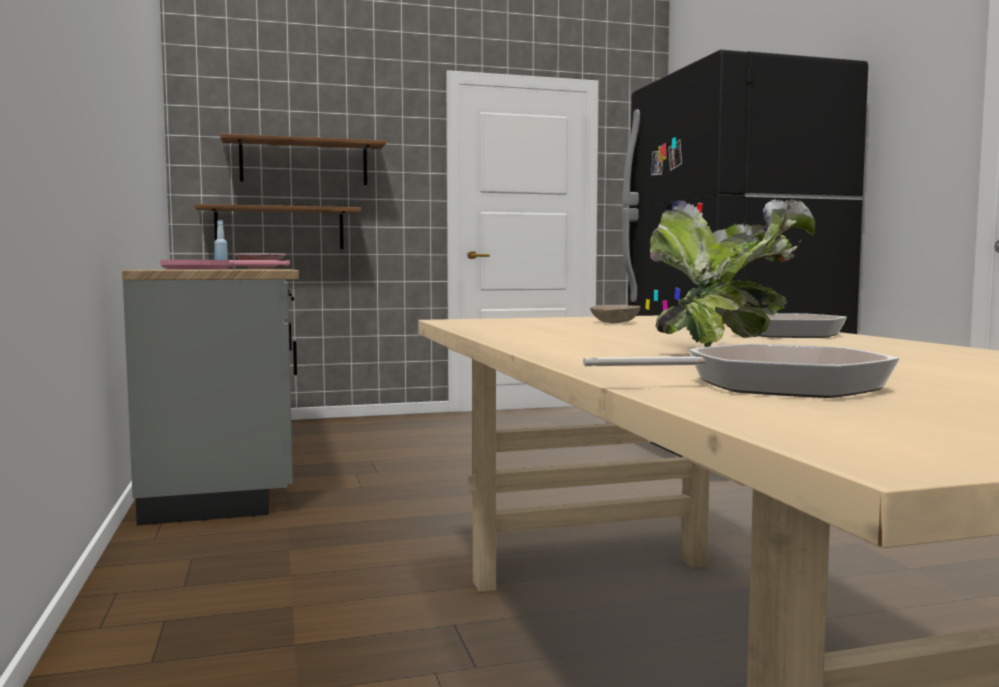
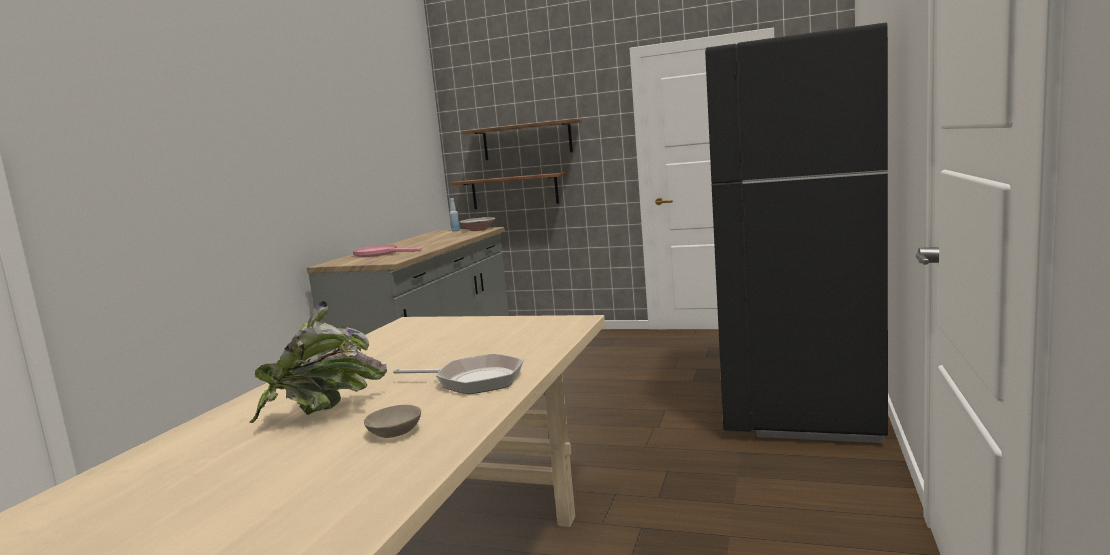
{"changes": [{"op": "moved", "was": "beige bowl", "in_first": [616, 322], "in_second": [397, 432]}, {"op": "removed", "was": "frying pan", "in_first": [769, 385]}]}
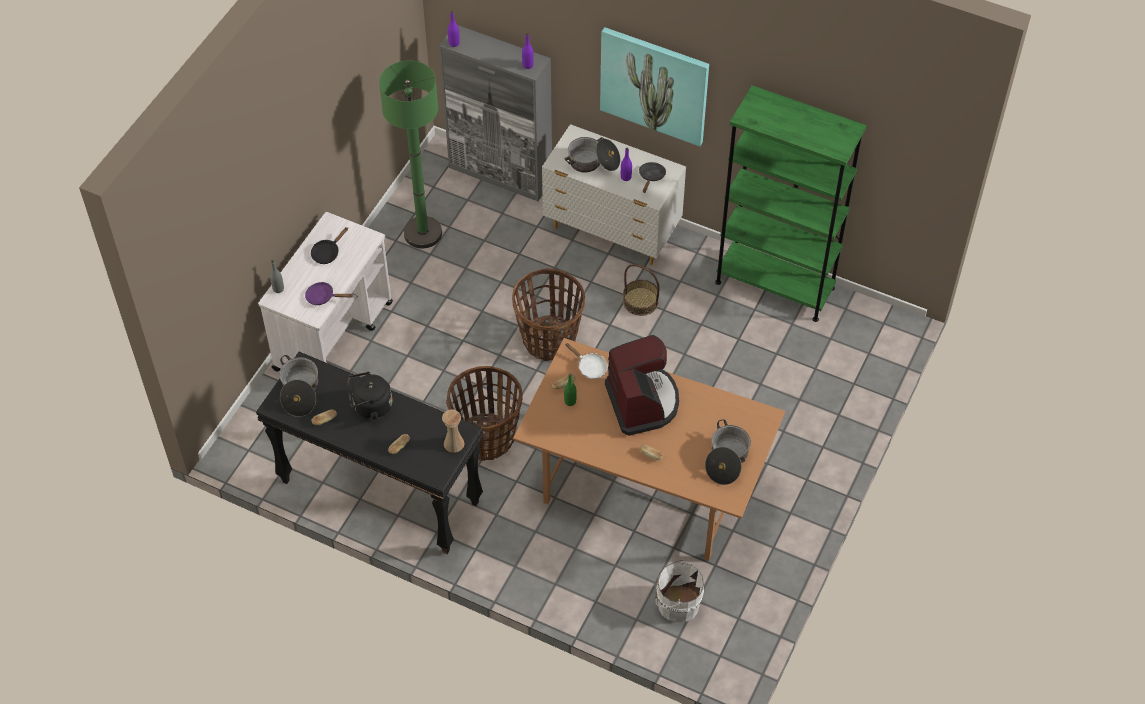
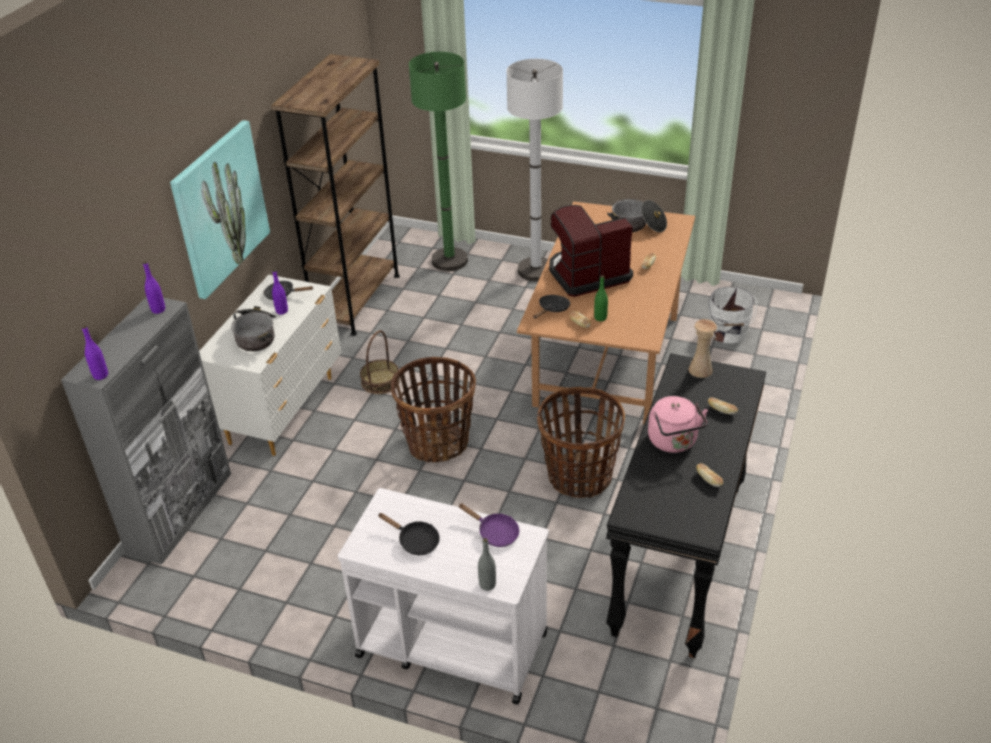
{"changes": [{"op": "recoloured", "was": "green bookcase", "now": "brown bookcase", "in_first": [774, 285], "in_second": [356, 300]}, {"op": "moved", "was": "green floor lamp", "in_first": [423, 233], "in_second": [449, 260]}, {"op": "turned", "was": "purple frying pan", "in_first": [323, 297], "in_second": [495, 533], "clockwise": -60}, {"op": "added", "now": "white floor lamp", "in_second": [536, 270]}, {"op": "recoloured", "was": "white frying pan", "now": "black frying pan", "in_first": [590, 367], "in_second": [552, 309]}, {"op": "recoloured", "was": "black kettle", "now": "pink kettle", "in_first": [370, 407], "in_second": [674, 442]}, {"op": "removed", "was": "cooking pot", "in_first": [300, 392]}]}
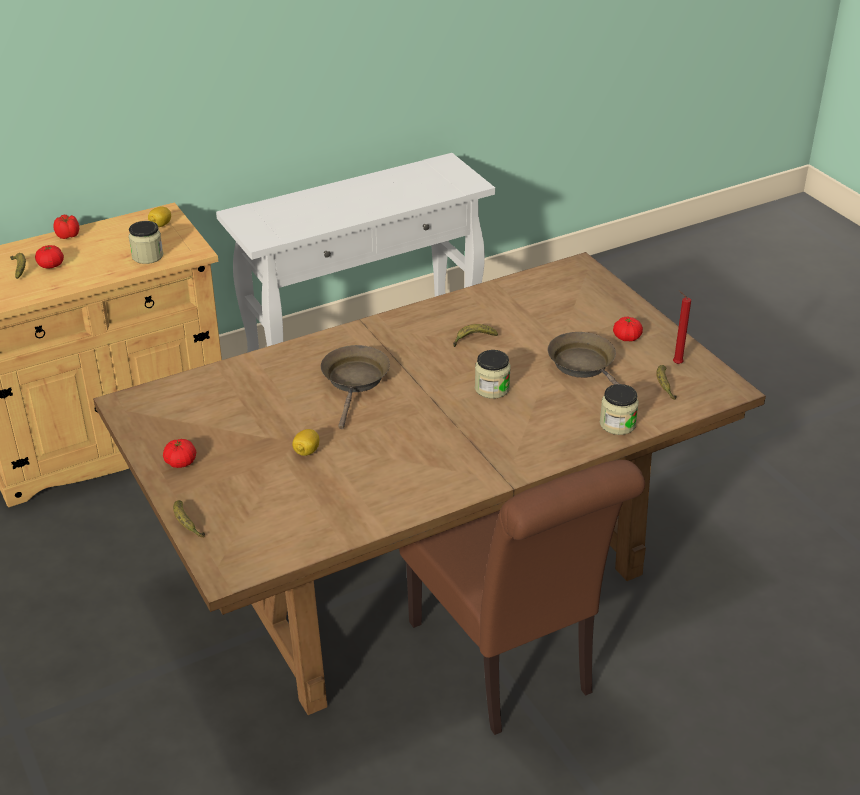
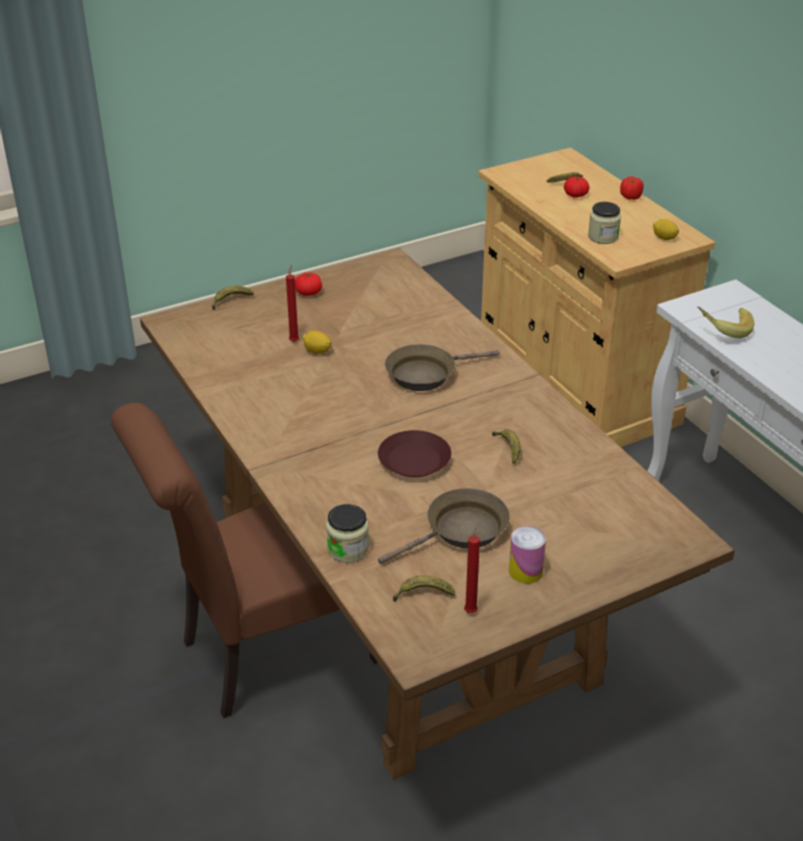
{"changes": [{"op": "added", "now": "red candle", "in_second": [294, 340]}, {"op": "replaced", "was": "jar", "now": "brown plate", "in_first": [492, 388], "in_second": [415, 460]}, {"op": "turned", "was": "brown frying pan", "in_first": [355, 381], "in_second": [426, 374], "clockwise": 150}, {"op": "replaced", "was": "tomato", "now": "can", "in_first": [626, 338], "in_second": [525, 571]}, {"op": "added", "now": "banana", "in_second": [722, 330]}]}
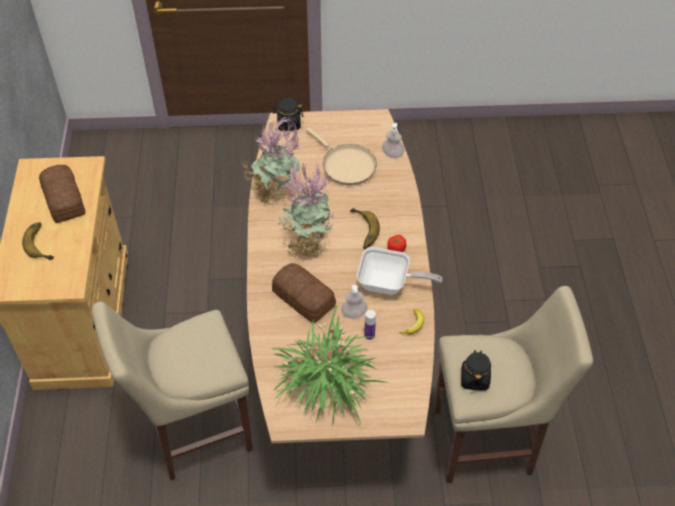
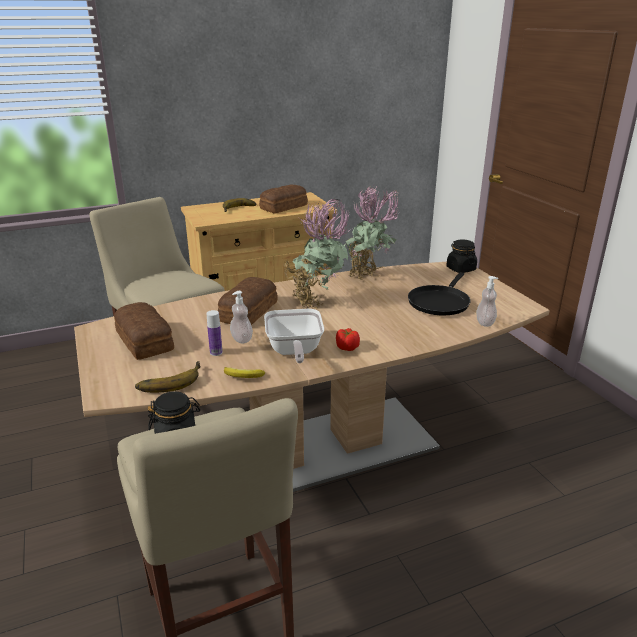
{"changes": [{"op": "replaced", "was": "potted plant", "now": "bread", "in_first": [326, 383], "in_second": [145, 340]}, {"op": "moved", "was": "banana", "in_first": [361, 230], "in_second": [169, 380]}, {"op": "recoloured", "was": "beige frying pan", "now": "black frying pan", "in_first": [346, 165], "in_second": [439, 302]}]}
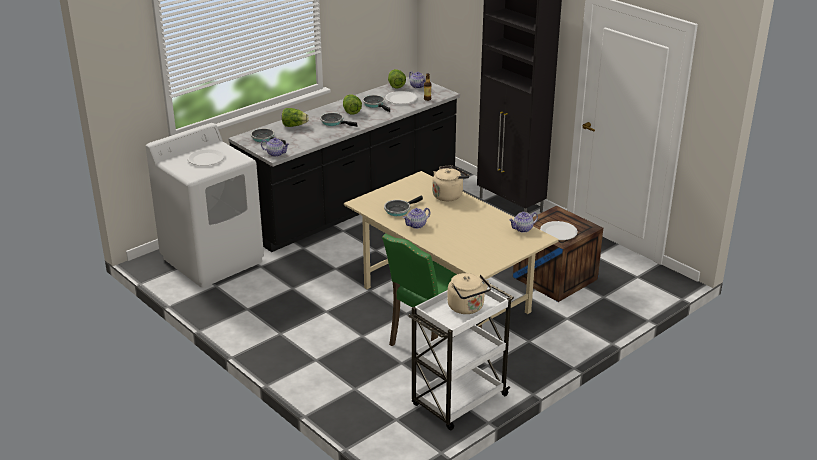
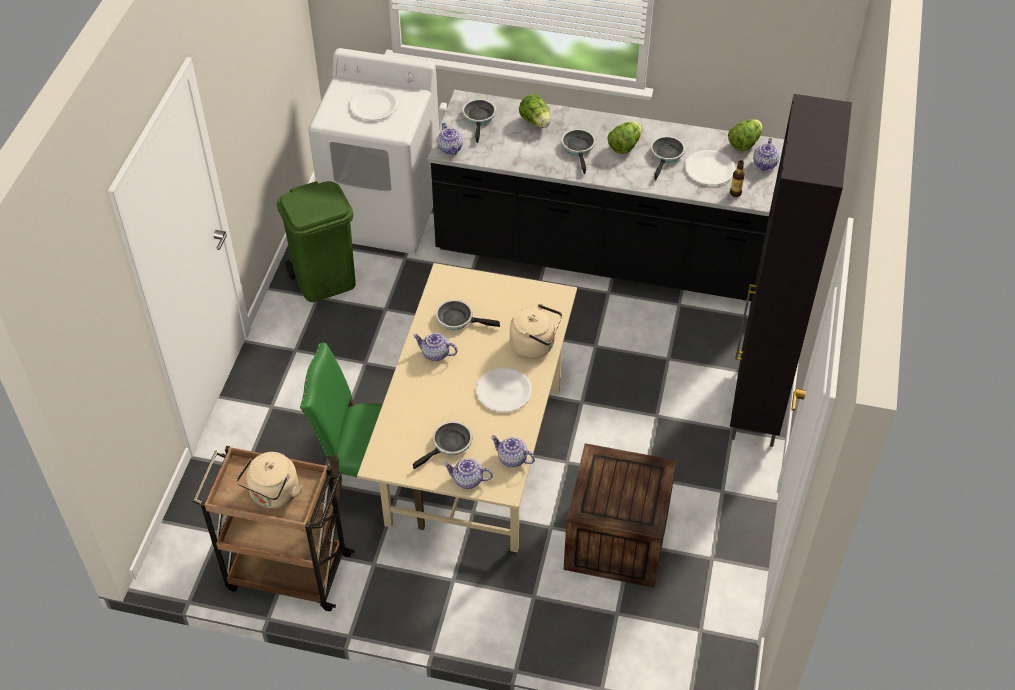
{"changes": [{"op": "recoloured", "was": "white cart", "now": "brown cart", "in_first": [458, 401], "in_second": [286, 571]}, {"op": "added", "now": "green trash can", "in_second": [325, 280]}, {"op": "added", "now": "frying pan", "in_second": [449, 445]}, {"op": "added", "now": "teapot", "in_second": [467, 480]}, {"op": "moved", "was": "white plate", "in_first": [558, 232], "in_second": [504, 391]}]}
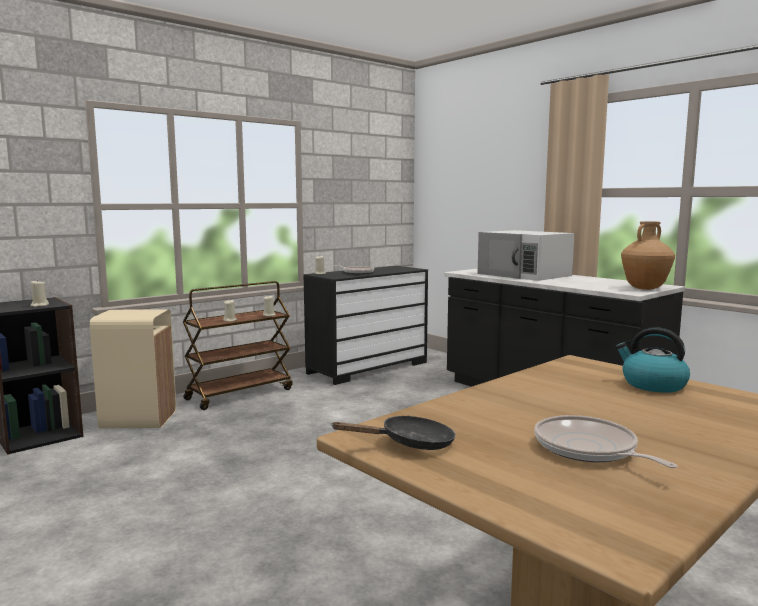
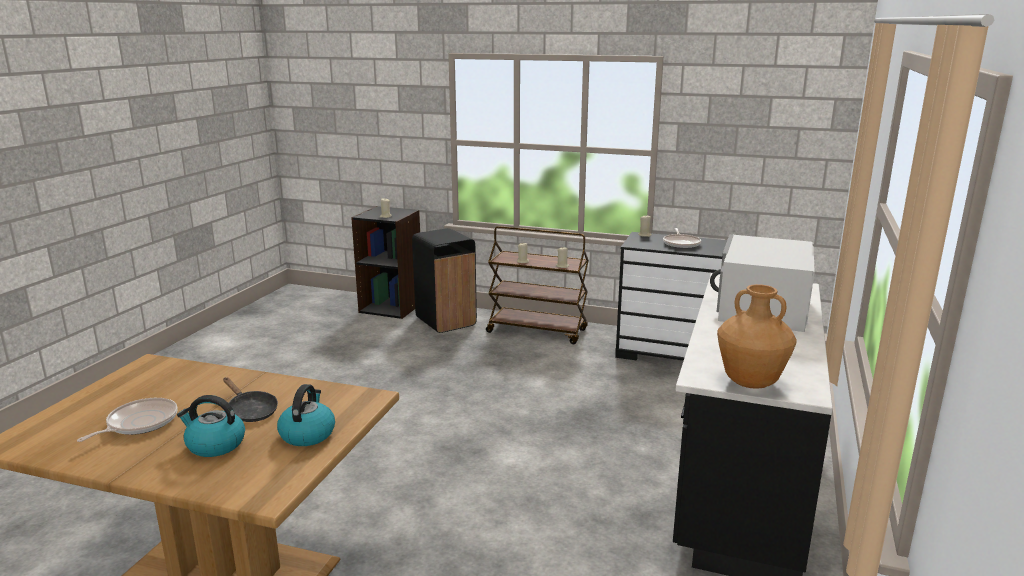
{"changes": [{"op": "added", "now": "kettle", "in_second": [215, 445]}, {"op": "moved", "was": "black frying pan", "in_first": [410, 444], "in_second": [250, 411]}, {"op": "recoloured", "was": "beige trash can", "now": "black trash can", "in_first": [139, 420], "in_second": [445, 321]}]}
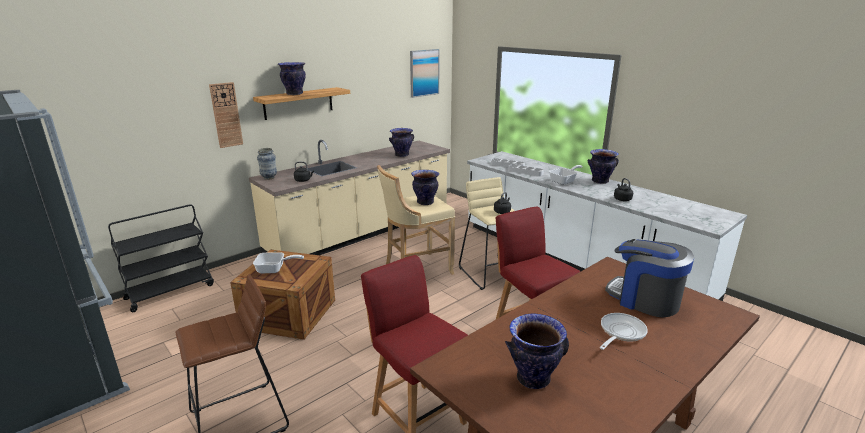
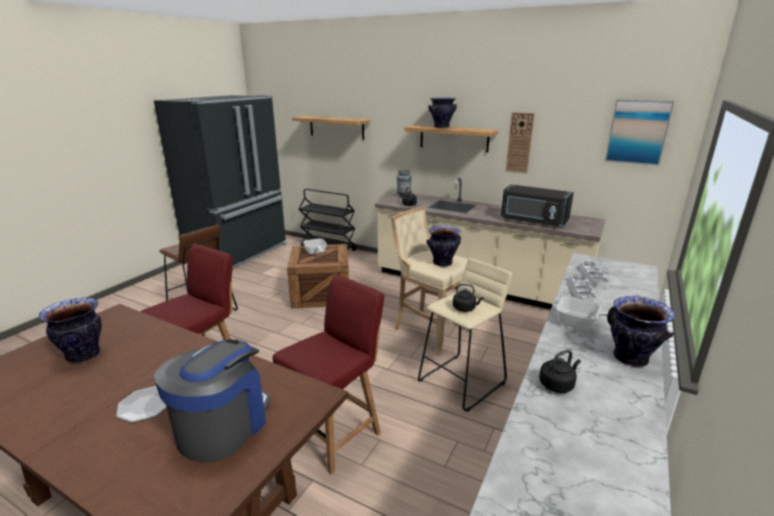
{"changes": [{"op": "replaced", "was": "frying pan", "now": "plate", "in_first": [620, 332], "in_second": [145, 405]}, {"op": "added", "now": "shelf", "in_second": [336, 127]}, {"op": "replaced", "was": "vase", "now": "black microwave", "in_first": [402, 155], "in_second": [533, 221]}, {"op": "moved", "was": "wall clock", "in_first": [226, 115], "in_second": [519, 143]}]}
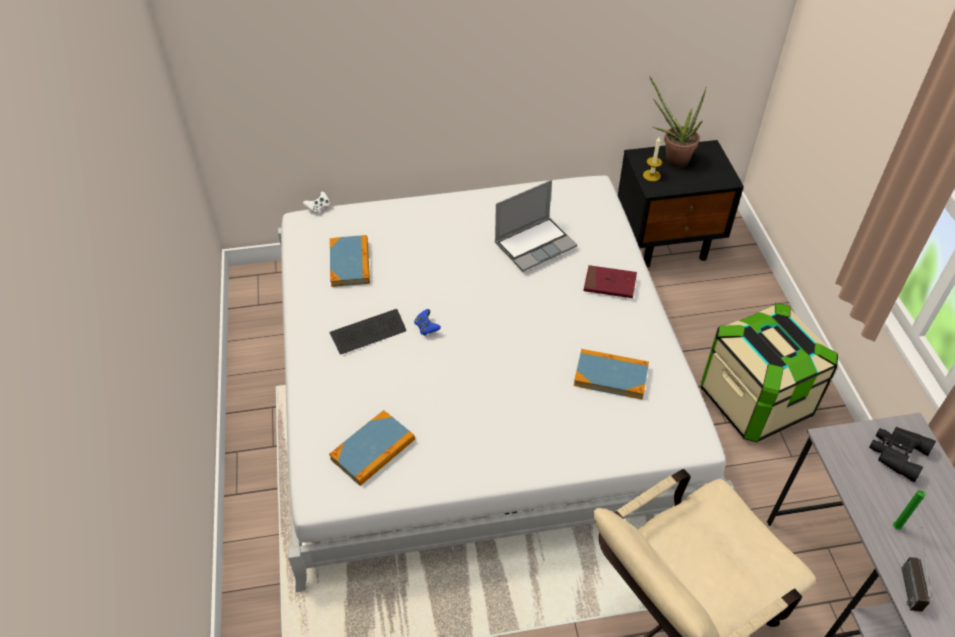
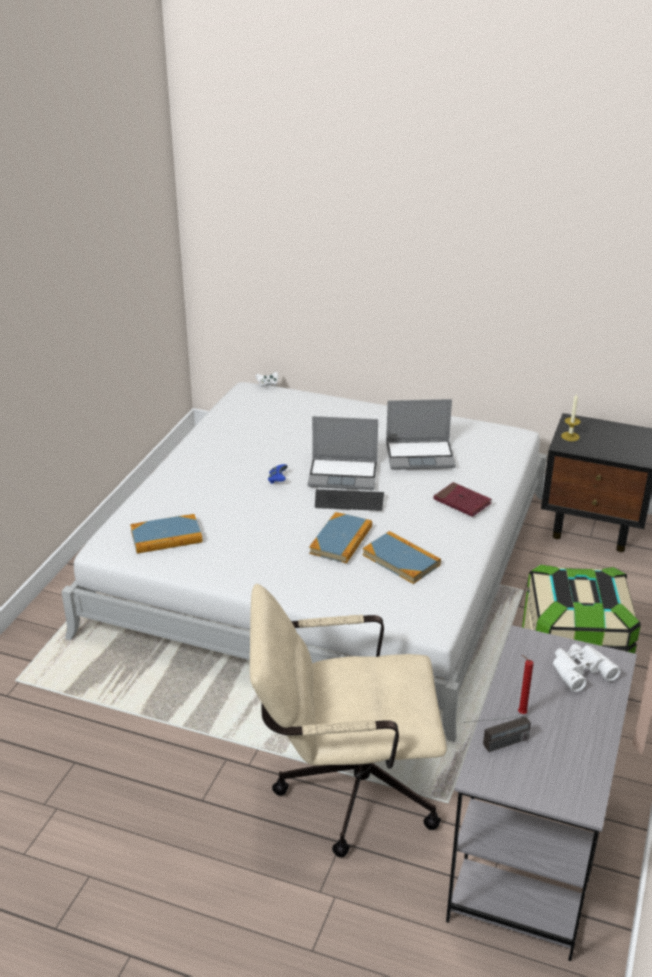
{"changes": [{"op": "added", "now": "laptop", "in_second": [344, 475]}, {"op": "moved", "was": "book", "in_first": [350, 263], "in_second": [341, 540]}, {"op": "moved", "was": "keyboard", "in_first": [368, 333], "in_second": [349, 501]}, {"op": "turned", "was": "radio", "in_first": [907, 577], "in_second": [495, 746], "clockwise": -150}, {"op": "recoloured", "was": "green candle", "now": "red candle", "in_first": [894, 527], "in_second": [520, 713]}, {"op": "recoloured", "was": "black binoculars", "now": "white binoculars", "in_first": [896, 453], "in_second": [579, 670]}, {"op": "removed", "was": "potted plant", "in_first": [671, 159]}]}
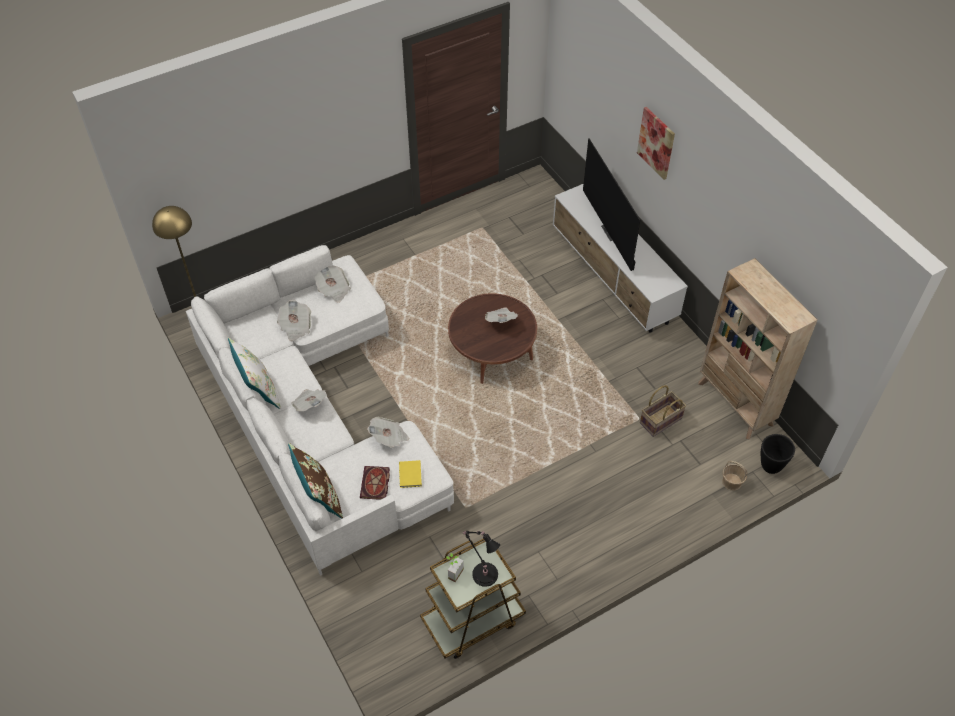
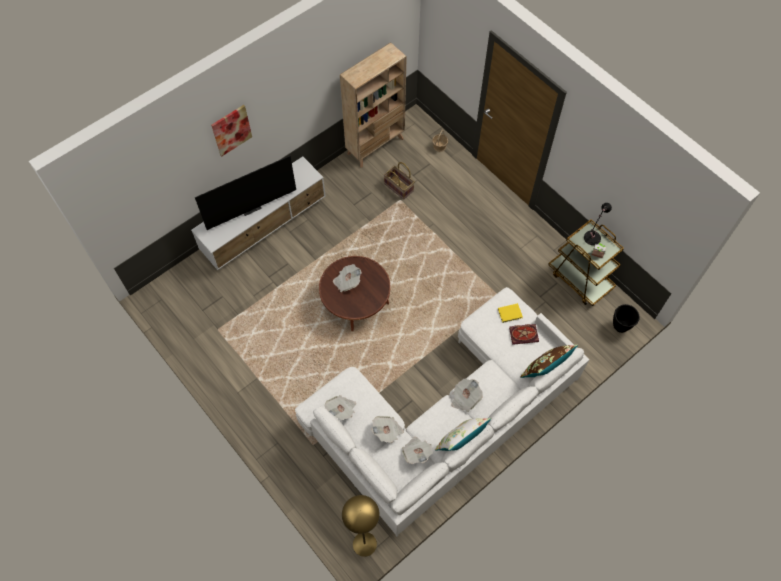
{"changes": [{"op": "moved", "was": "newspaper", "in_first": [389, 438], "in_second": [416, 452]}, {"op": "moved", "was": "black planter", "in_first": [770, 466], "in_second": [620, 326]}]}
